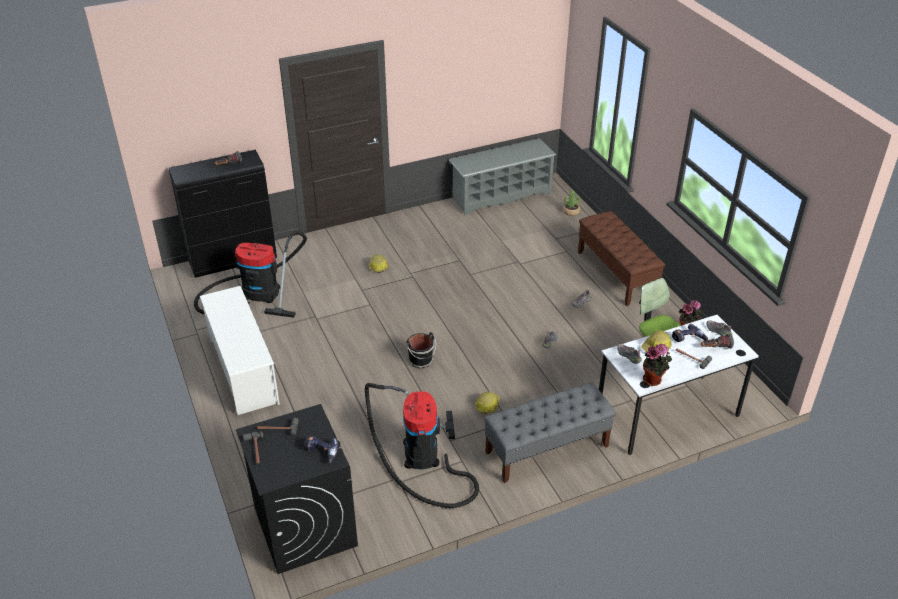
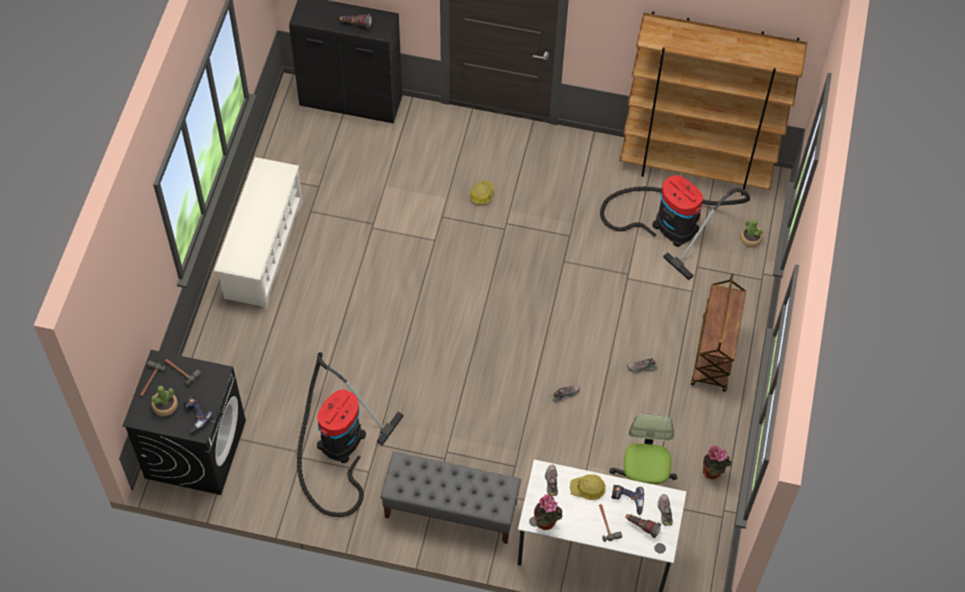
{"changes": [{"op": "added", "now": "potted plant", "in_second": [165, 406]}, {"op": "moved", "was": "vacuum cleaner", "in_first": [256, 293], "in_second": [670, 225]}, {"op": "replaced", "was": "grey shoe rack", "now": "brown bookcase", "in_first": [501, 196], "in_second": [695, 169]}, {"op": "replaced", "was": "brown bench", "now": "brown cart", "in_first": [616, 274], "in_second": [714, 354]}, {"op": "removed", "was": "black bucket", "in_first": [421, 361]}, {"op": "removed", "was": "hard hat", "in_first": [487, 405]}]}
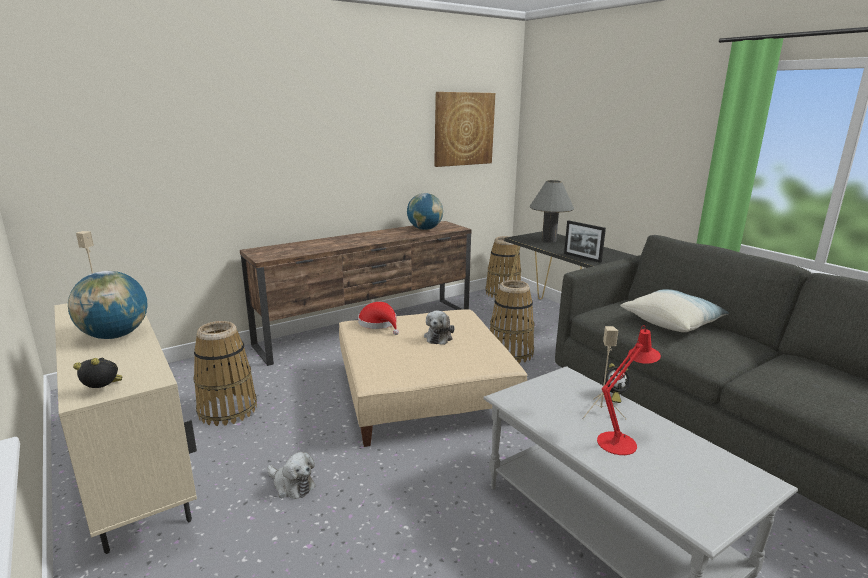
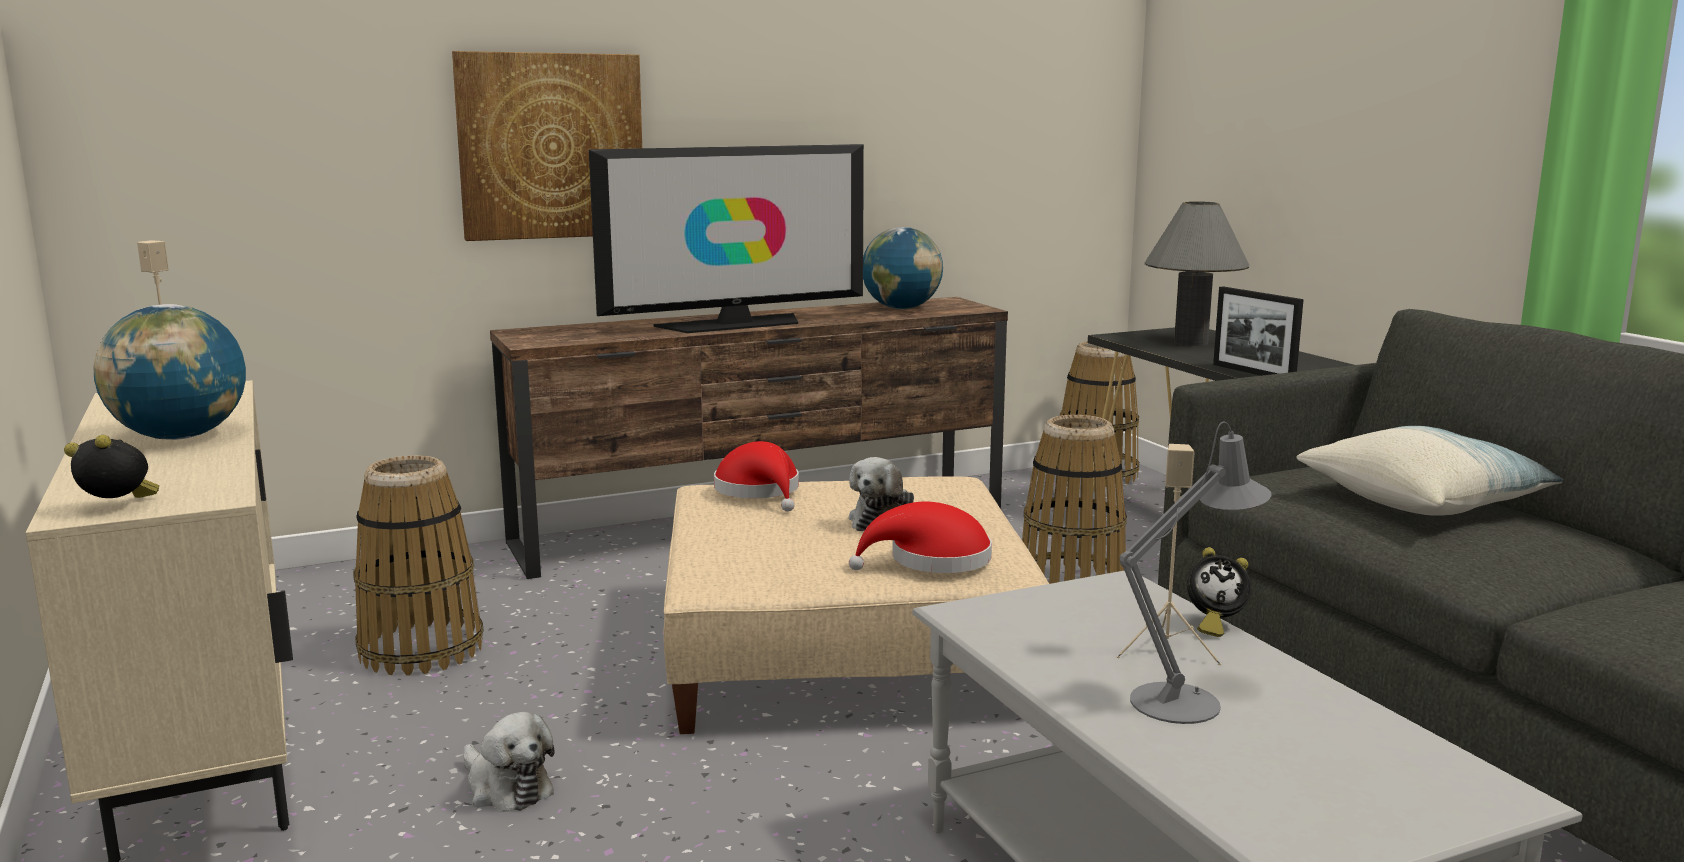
{"changes": [{"op": "moved", "was": "picture", "in_first": [463, 129], "in_second": [551, 146]}, {"op": "added", "now": "television", "in_second": [734, 324]}, {"op": "added", "now": "red hat", "in_second": [932, 561]}, {"op": "recoloured", "was": "red table lamp", "now": "grey table lamp", "in_first": [620, 441], "in_second": [1185, 700]}]}
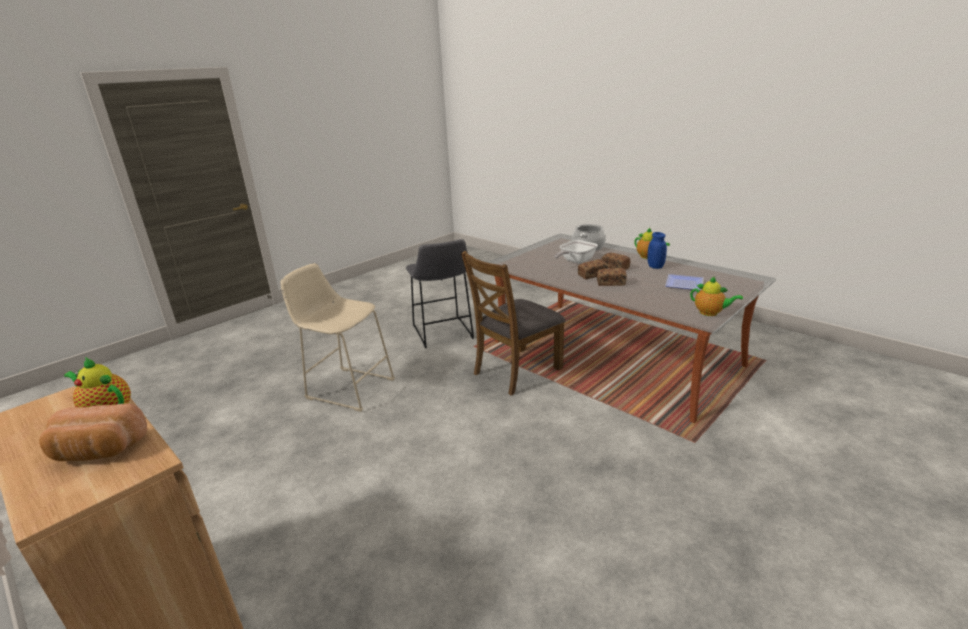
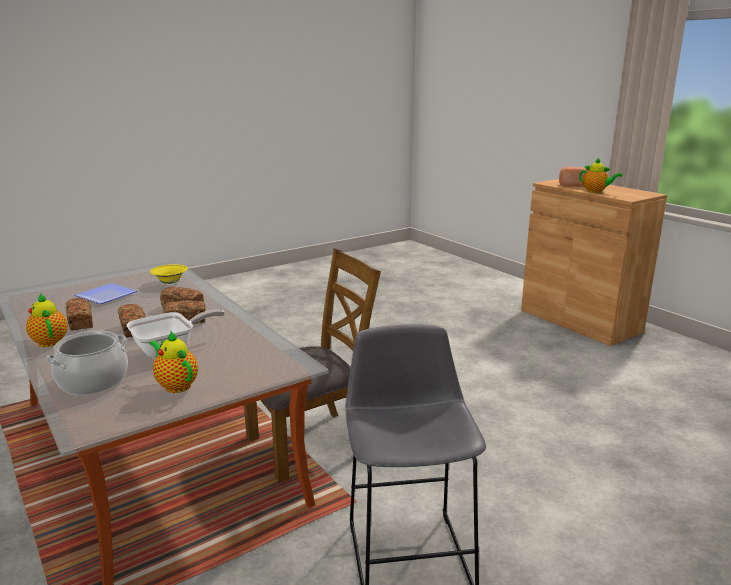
{"changes": [{"op": "replaced", "was": "blue jar", "now": "bread", "in_first": [655, 266], "in_second": [81, 322]}, {"op": "added", "now": "yellow bowl", "in_second": [170, 283]}, {"op": "moved", "was": "teapot", "in_first": [710, 313], "in_second": [176, 385]}, {"op": "removed", "was": "beige stool", "in_first": [347, 388]}]}
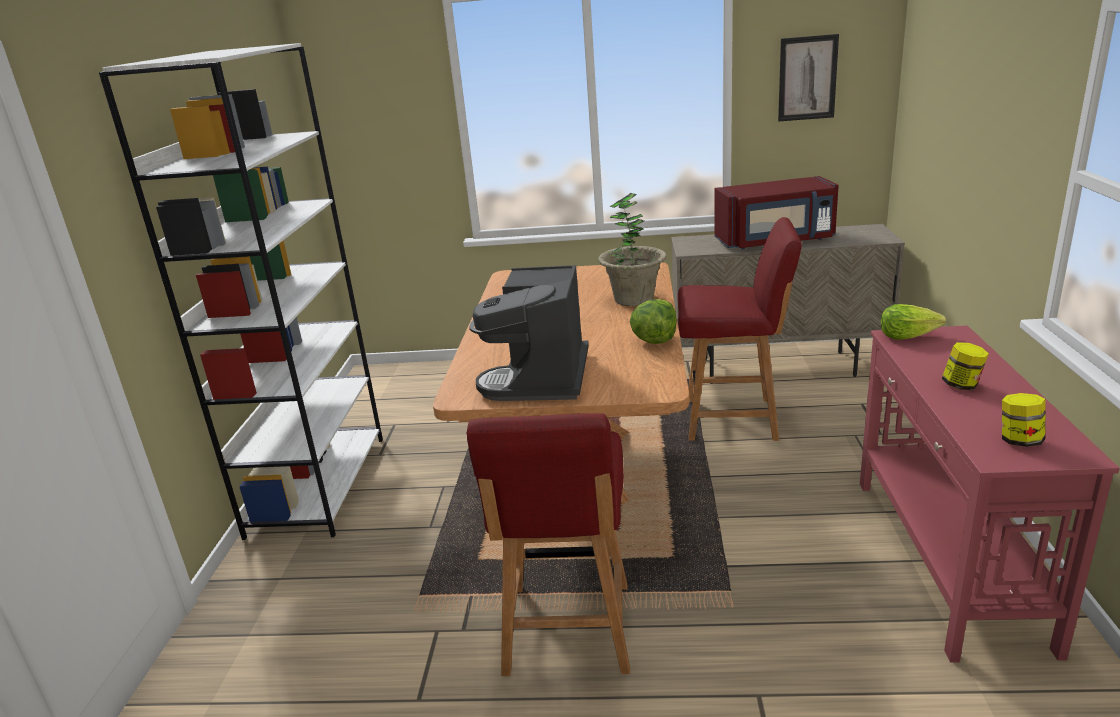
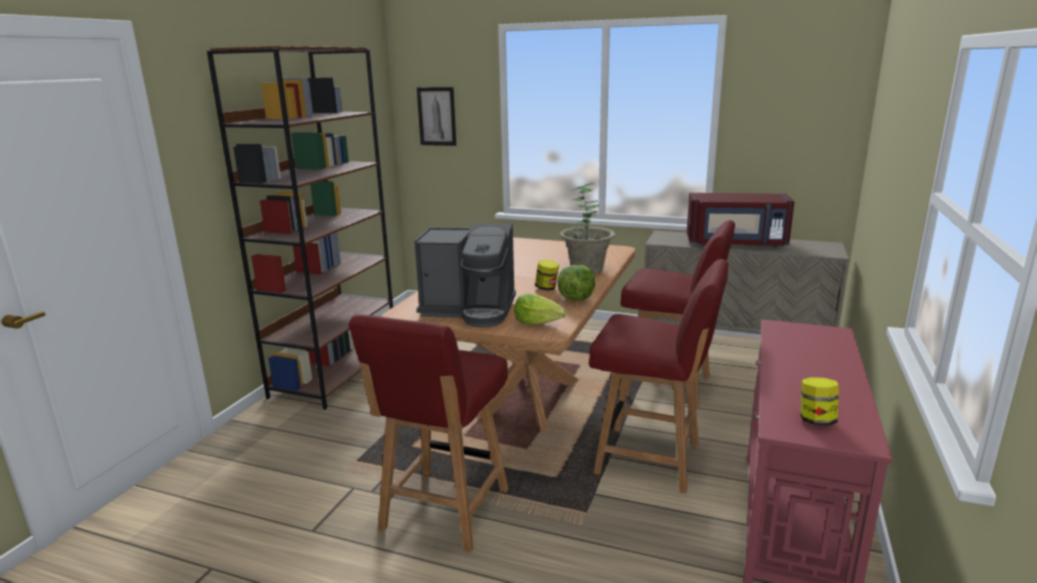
{"changes": [{"op": "recoloured", "was": "white bookcase", "now": "brown bookcase", "in_first": [318, 484], "in_second": [336, 373]}, {"op": "turned", "was": "coffee machine", "in_first": [541, 378], "in_second": [470, 310], "clockwise": -105}, {"op": "moved", "was": "picture", "in_first": [807, 78], "in_second": [437, 116]}, {"op": "moved", "was": "lettuce", "in_first": [907, 336], "in_second": [538, 322]}, {"op": "moved", "was": "jar", "in_first": [962, 385], "in_second": [547, 288]}, {"op": "added", "now": "red chair", "in_second": [651, 459]}]}
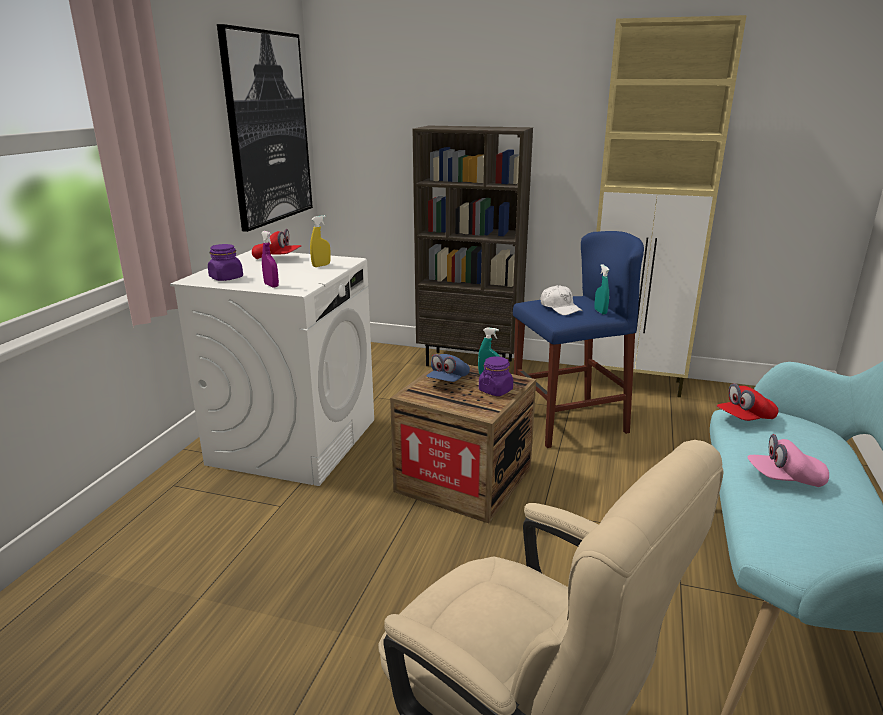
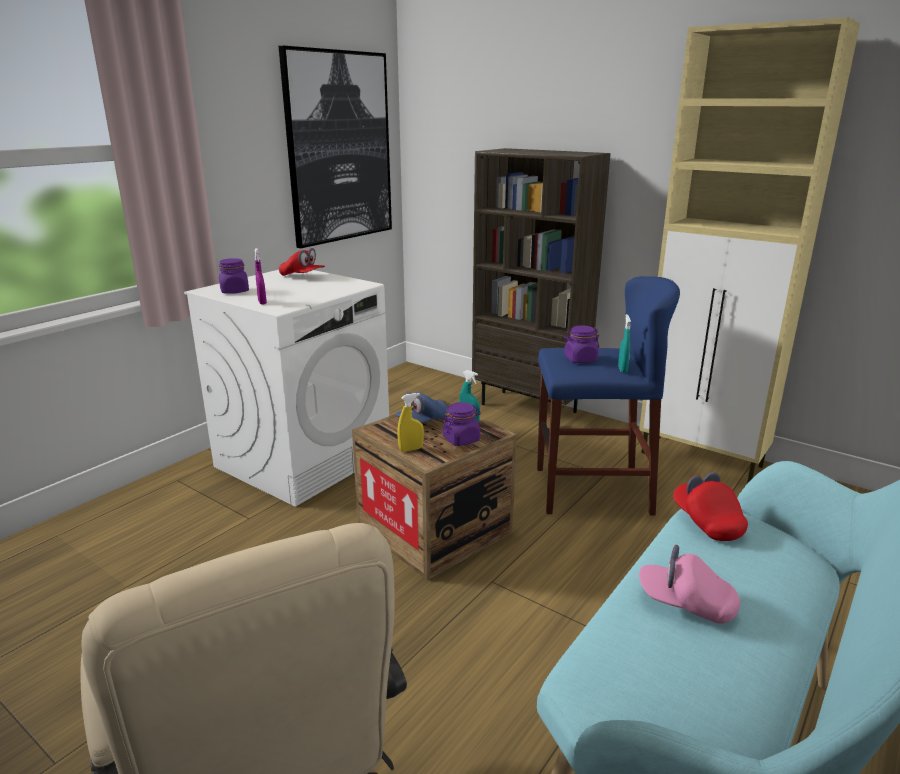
{"changes": [{"op": "moved", "was": "yellow spray bottle", "in_first": [321, 265], "in_second": [411, 449]}, {"op": "replaced", "was": "white cap", "now": "purple jar", "in_first": [560, 308], "in_second": [580, 359]}, {"op": "turned", "was": "red cap", "in_first": [745, 419], "in_second": [707, 522], "clockwise": 75}]}
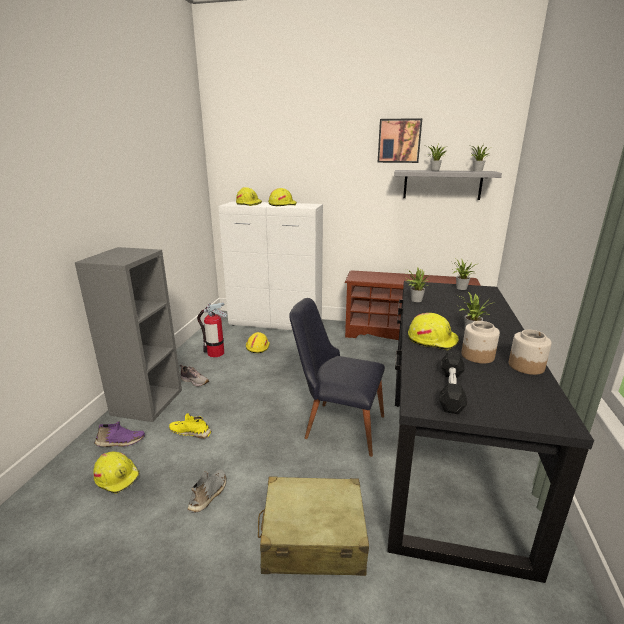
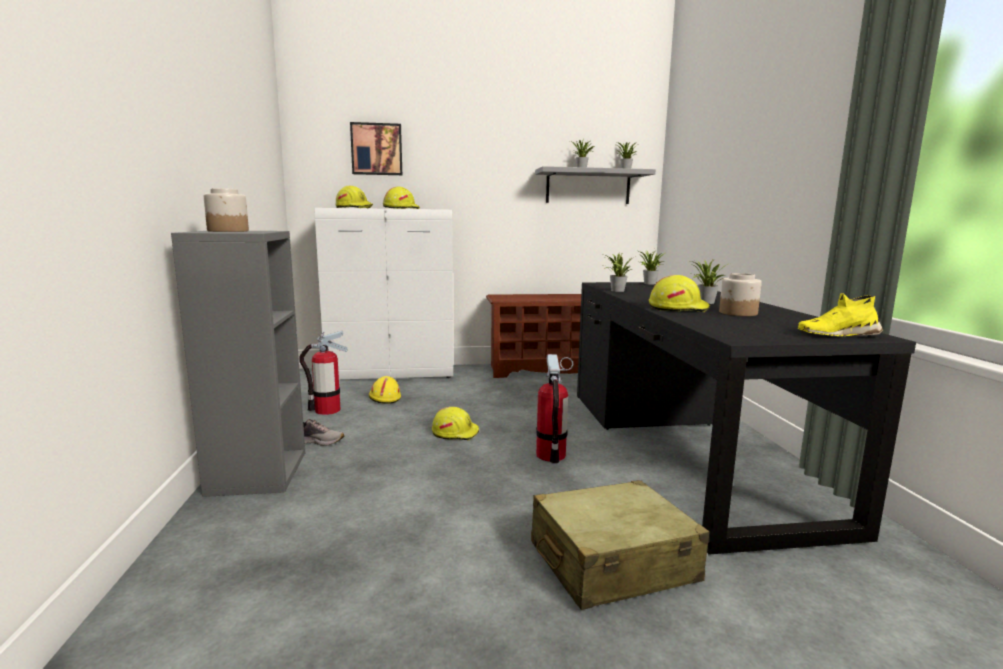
{"changes": [{"op": "moved", "was": "jar", "in_first": [526, 366], "in_second": [228, 231]}, {"op": "moved", "was": "picture", "in_first": [399, 141], "in_second": [377, 149]}, {"op": "moved", "was": "yellow hard hat", "in_first": [117, 477], "in_second": [455, 433]}, {"op": "replaced", "was": "black chair", "now": "fire extinguisher", "in_first": [337, 424], "in_second": [551, 455]}, {"op": "moved", "was": "yellow shoe", "in_first": [191, 432], "in_second": [836, 335]}, {"op": "removed", "was": "purple shoe", "in_first": [120, 442]}, {"op": "removed", "was": "grey shoe", "in_first": [209, 495]}, {"op": "removed", "was": "black dumbbell", "in_first": [451, 390]}]}
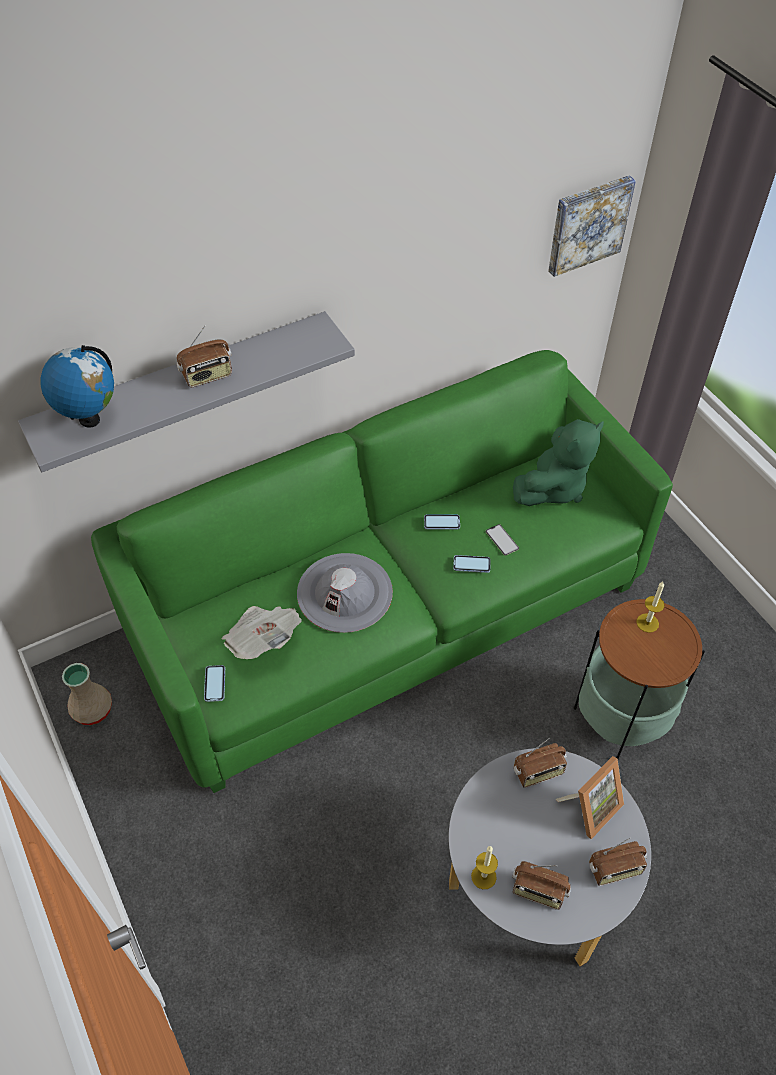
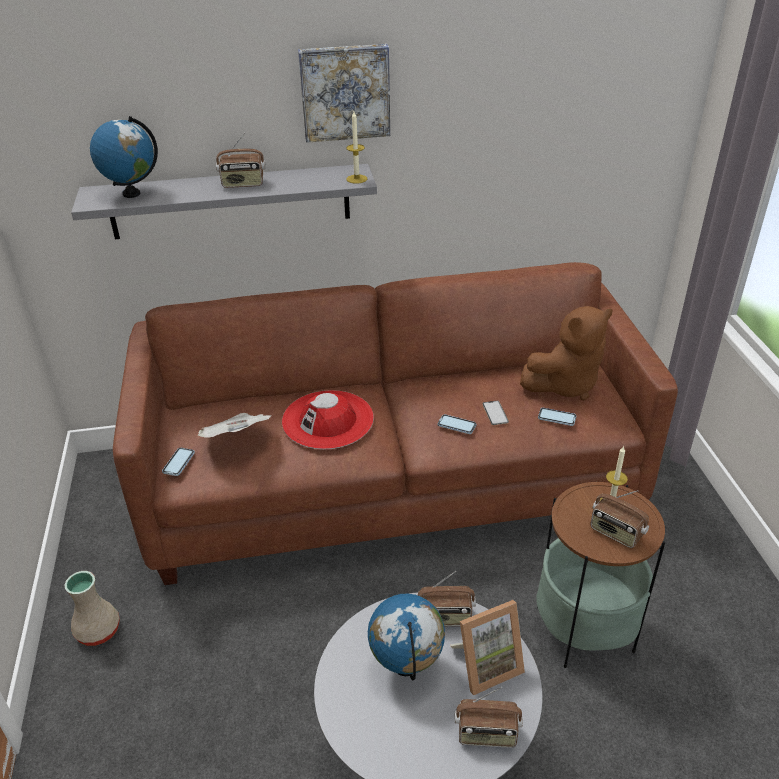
{"changes": [{"op": "moved", "was": "beige vase", "in_first": [92, 708], "in_second": [98, 630]}, {"op": "recoloured", "was": "green sofa", "now": "brown sofa", "in_first": [388, 611], "in_second": [392, 483]}, {"op": "recoloured", "was": "grey hat", "now": "red hat", "in_first": [345, 592], "in_second": [328, 420]}, {"op": "moved", "was": "picture", "in_first": [587, 224], "in_second": [345, 92]}, {"op": "moved", "was": "candle", "in_first": [483, 876], "in_second": [356, 179]}, {"op": "added", "now": "globe", "in_second": [407, 667]}, {"op": "recoloured", "was": "green plush toy", "now": "brown plush toy", "in_first": [553, 487], "in_second": [565, 384]}, {"op": "moved", "was": "phone", "in_first": [442, 523], "in_second": [556, 418]}, {"op": "moved", "was": "radio", "in_first": [538, 892], "in_second": [616, 533]}]}
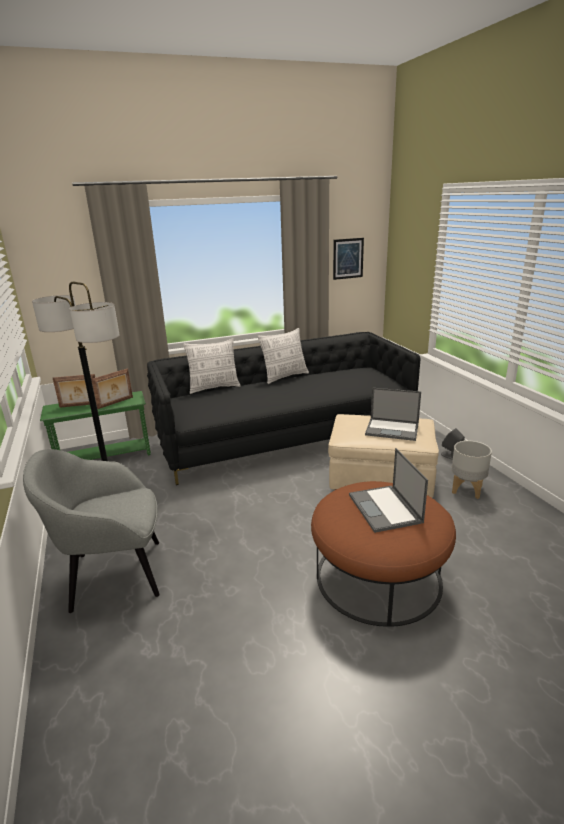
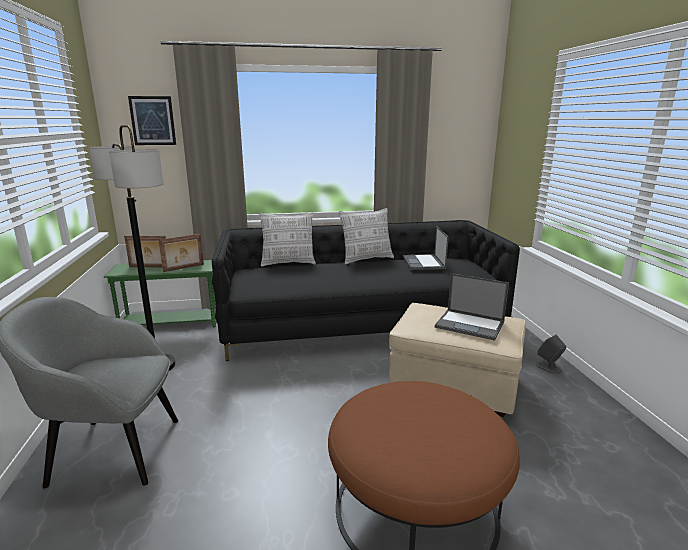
{"changes": [{"op": "moved", "was": "picture", "in_first": [348, 258], "in_second": [152, 121]}, {"op": "moved", "was": "laptop", "in_first": [385, 509], "in_second": [424, 263]}, {"op": "removed", "was": "grey planter", "in_first": [466, 489]}]}
